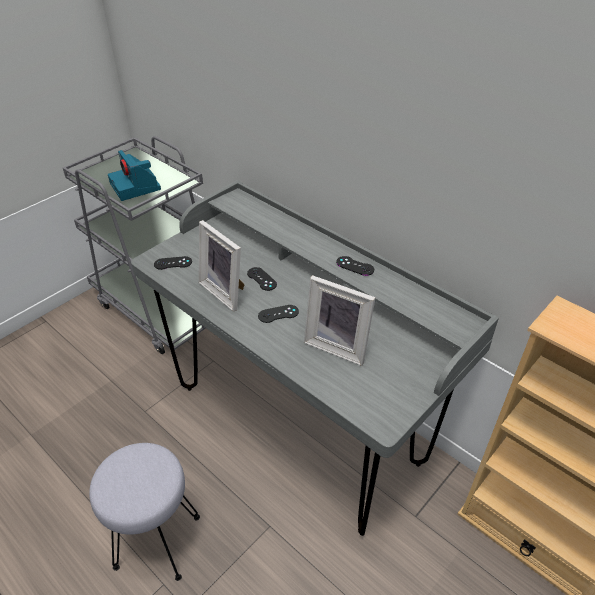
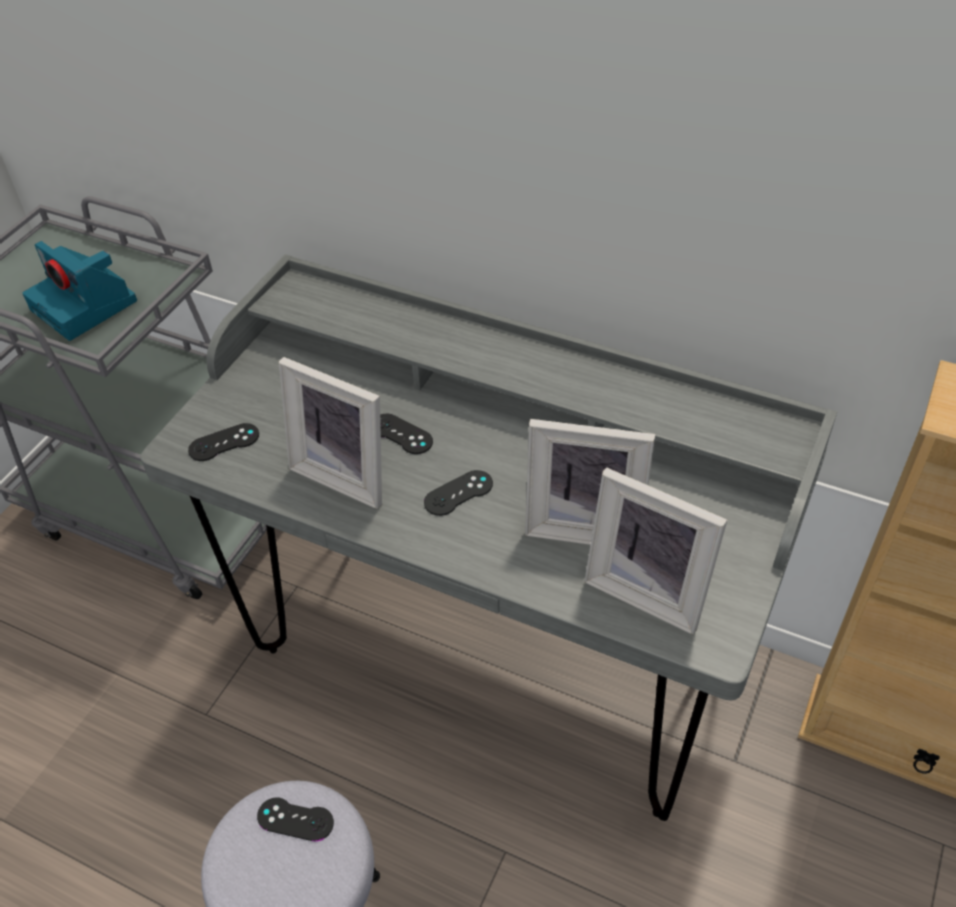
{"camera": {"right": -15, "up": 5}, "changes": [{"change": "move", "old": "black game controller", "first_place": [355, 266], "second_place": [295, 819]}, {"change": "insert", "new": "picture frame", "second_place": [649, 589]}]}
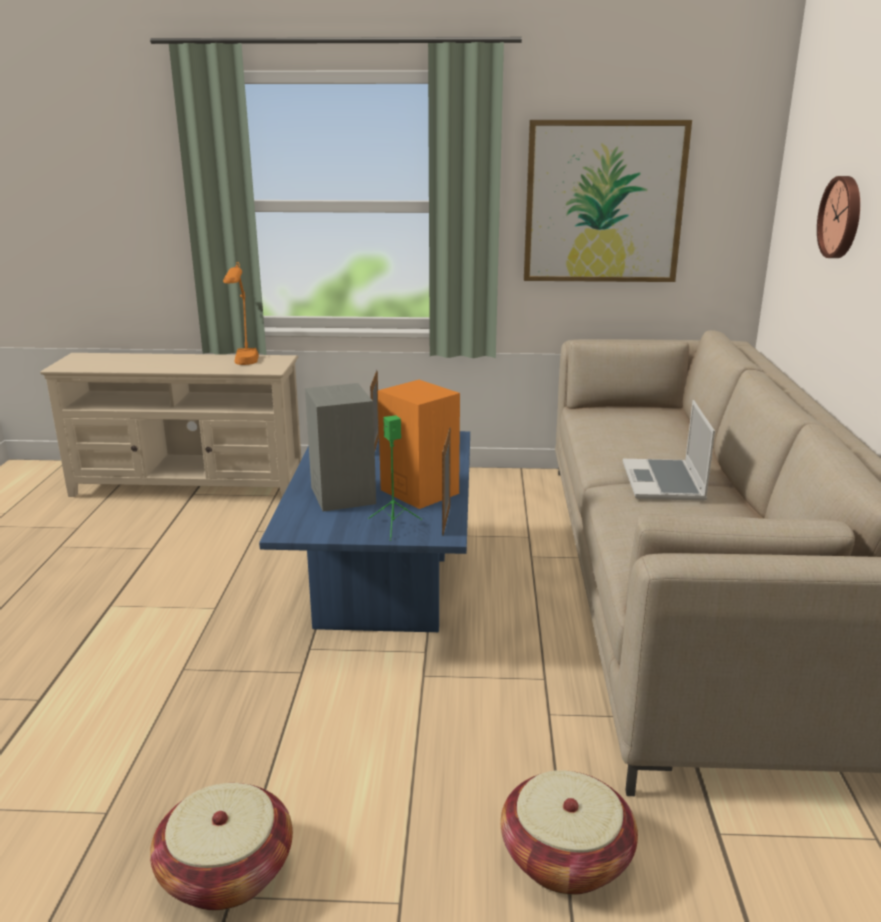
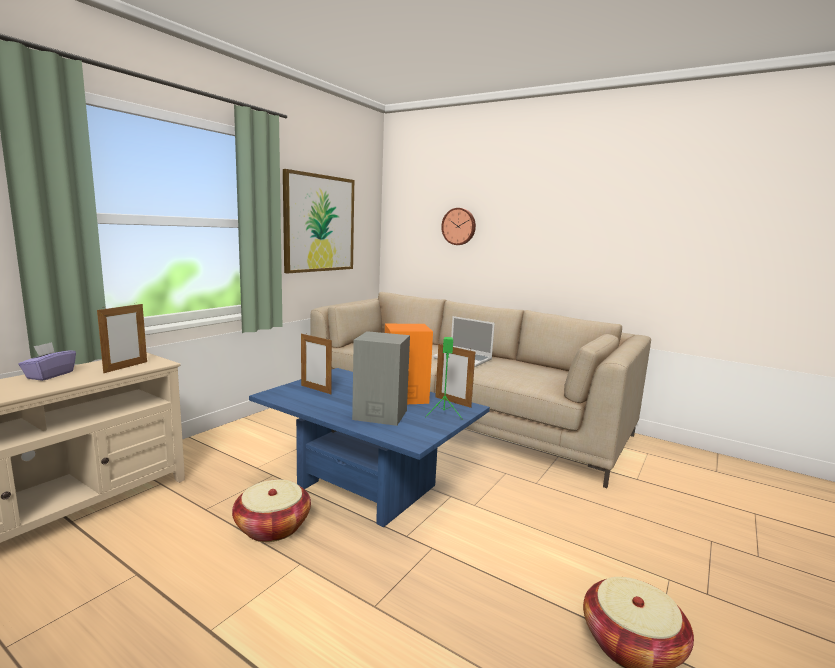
{"camera": {"right": -60, "up": -10}, "changes": [{"change": "replace", "old": "orange table lamp", "new": "picture frame", "first_place": [244, 366], "second_place": [126, 367]}, {"change": "move", "old": "basket", "first_place": [565, 857], "second_place": [272, 527]}, {"change": "insert", "new": "purple tissue box", "second_place": [49, 375]}]}
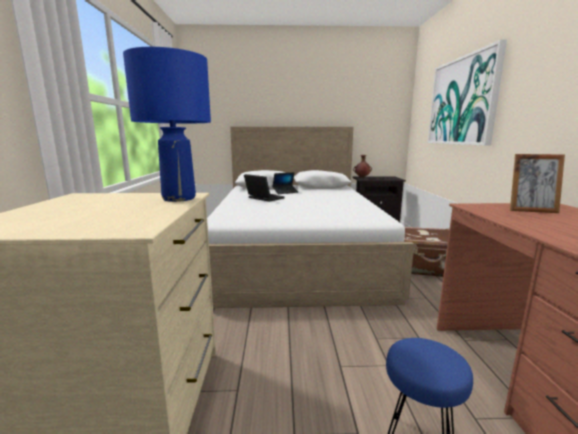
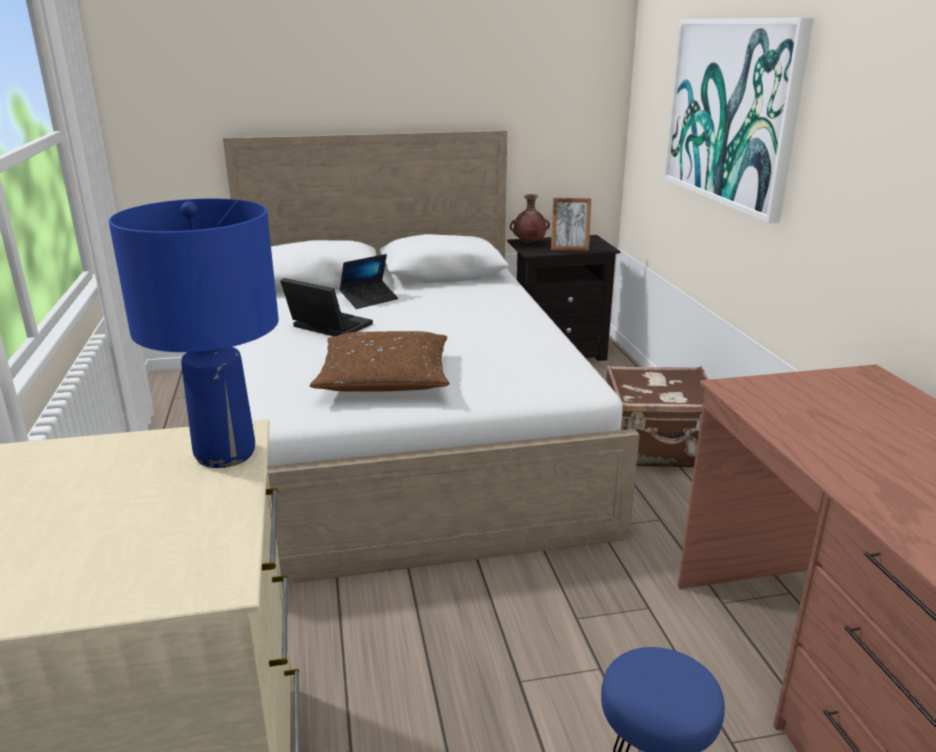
{"camera": {"right": -10, "up": 10}, "changes": [{"change": "move", "old": "picture frame", "first_place": [531, 210], "second_place": [569, 249]}, {"change": "insert", "new": "brown pillow", "second_place": [384, 378]}]}
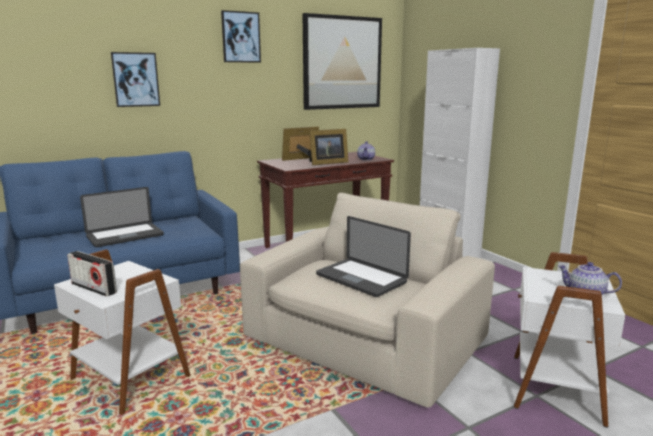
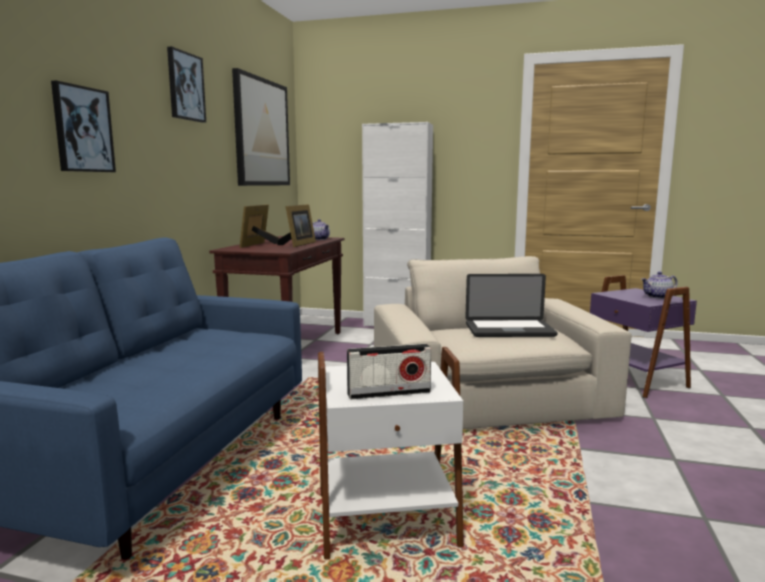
{"camera": {"right": -45, "up": -5}, "changes": [{"change": "delete", "old": "laptop", "first_place": [125, 236]}, {"change": "recolor", "old": "white side table", "new": "purple side table", "first_place": [553, 387], "second_place": [634, 380]}]}
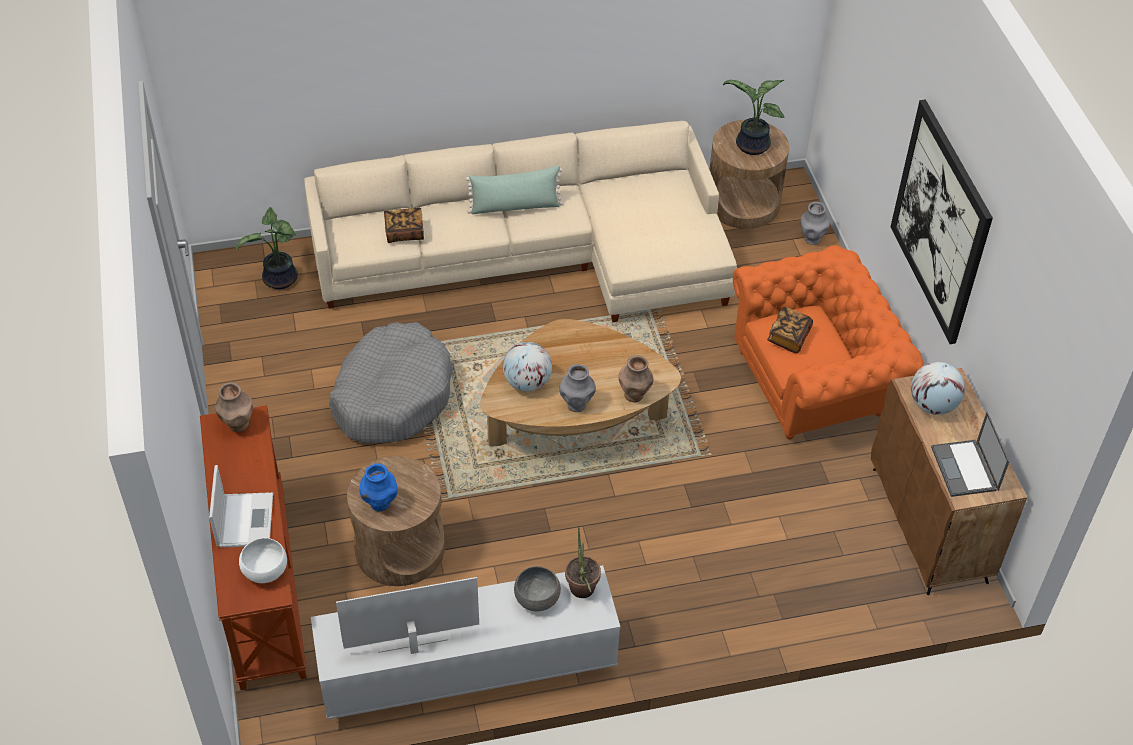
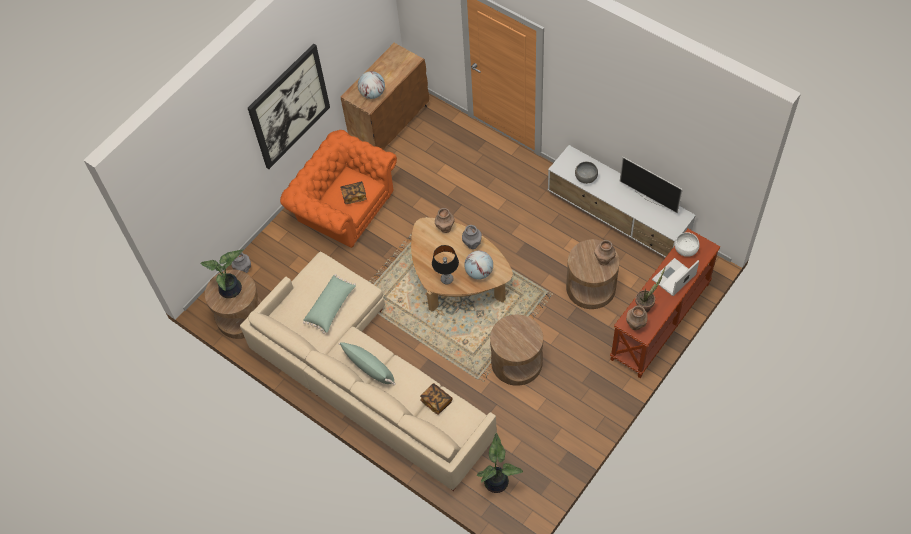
{"camera": {"right": -125, "up": 10}, "changes": [{"change": "replace", "old": "grey dog bed", "new": "brown side table", "first_place": [392, 395], "second_place": [516, 362]}, {"change": "recolor", "old": "blue vase", "new": "brown vase", "first_place": [380, 504], "second_place": [604, 260]}, {"change": "move", "old": "potted plant", "first_place": [582, 593], "second_place": [646, 305]}, {"change": "delete", "old": "laptop", "first_place": [965, 469]}, {"change": "insert", "new": "green pillow", "second_place": [331, 307]}, {"change": "insert", "new": "table lamp", "second_place": [447, 279]}]}
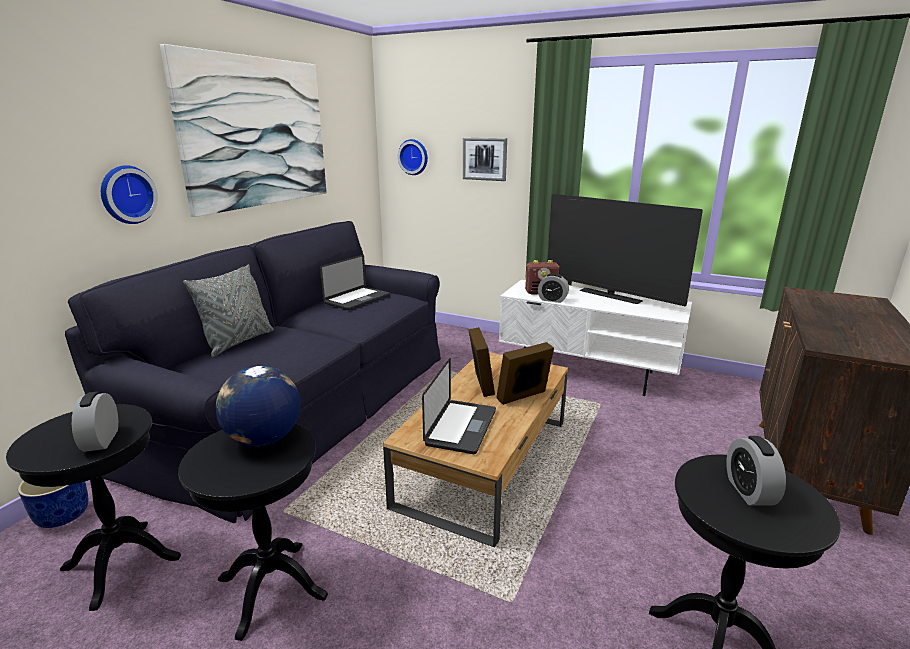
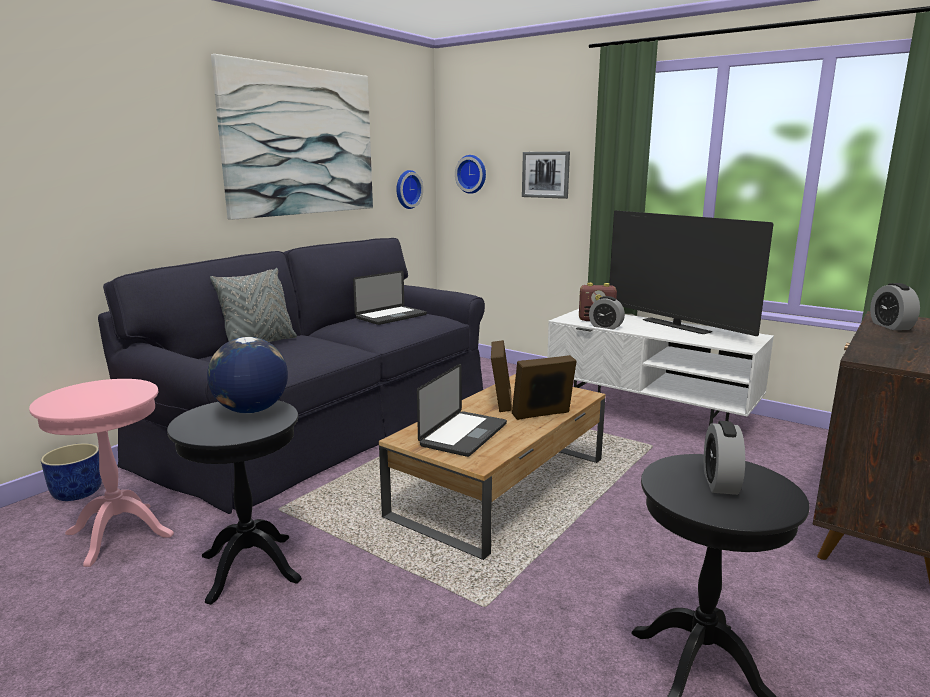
{"camera": {"right": 10, "up": -5}, "changes": [{"change": "recolor", "old": "black side table", "new": "pink side table", "first_place": [121, 563], "second_place": [119, 534]}, {"change": "move", "old": "alarm clock", "first_place": [101, 440], "second_place": [890, 326]}, {"change": "move", "old": "wall clock", "first_place": [126, 194], "second_place": [406, 189]}]}
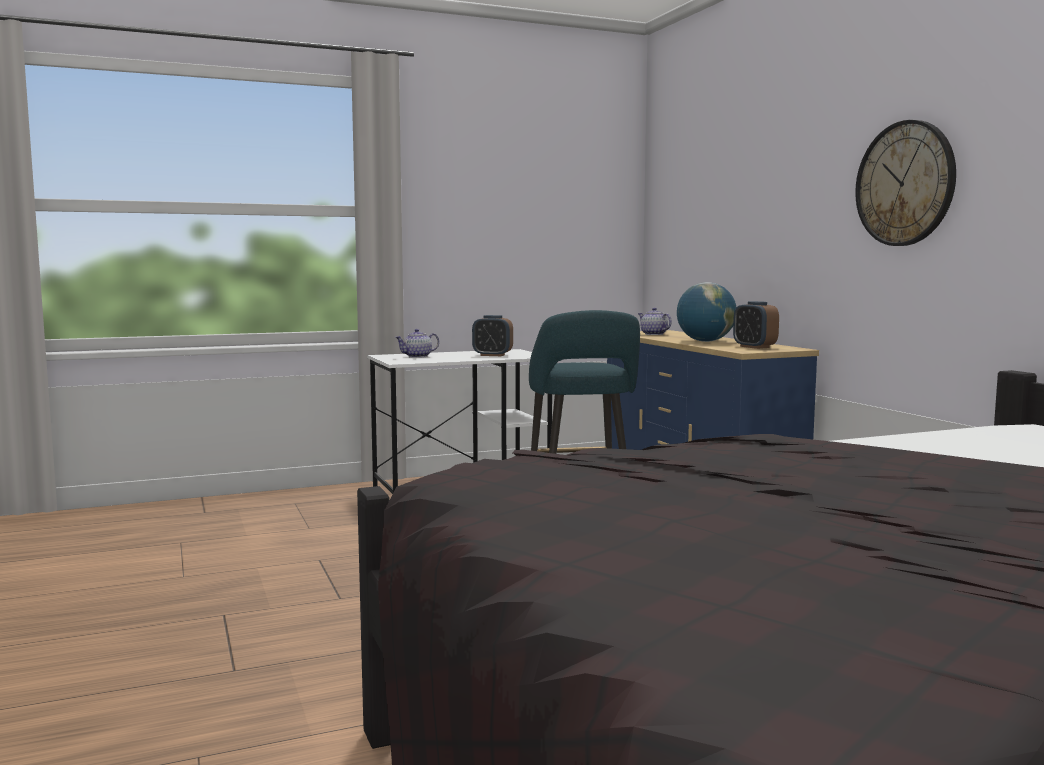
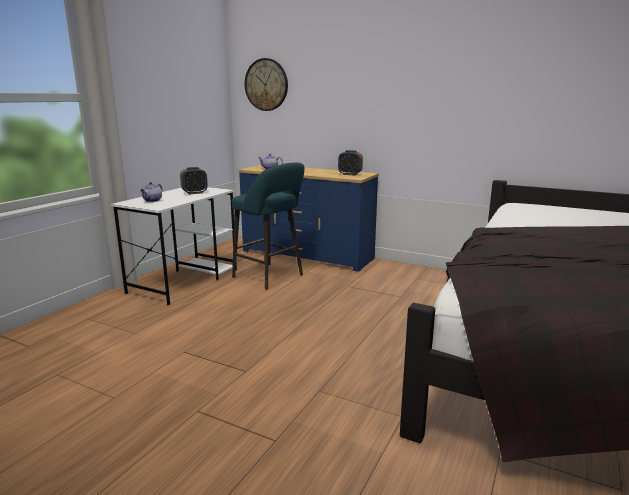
{"camera": {"right": -40, "up": 10}, "changes": [{"change": "delete", "old": "globe", "first_place": [705, 341]}, {"change": "move", "old": "wall clock", "first_place": [905, 184], "second_place": [266, 85]}]}
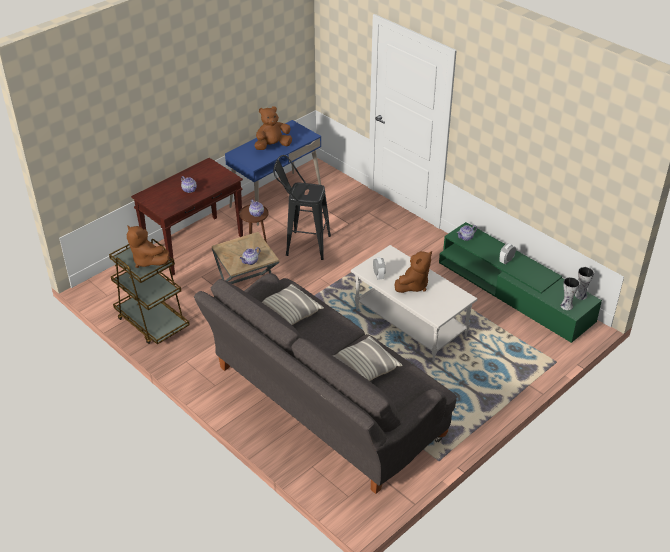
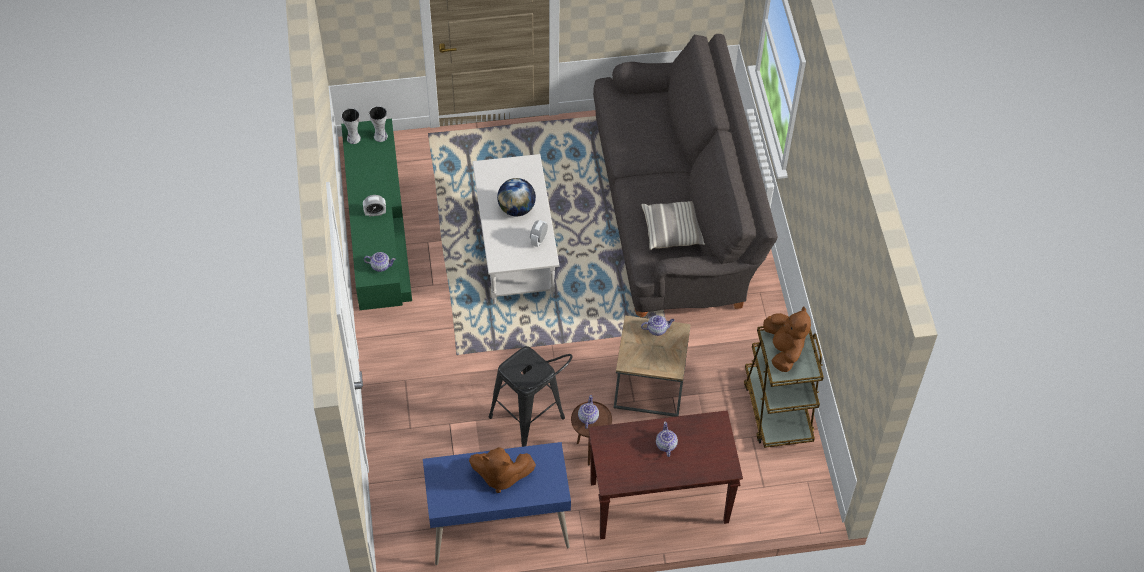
{"camera": {"right": -145, "up": 15}, "changes": [{"change": "delete", "old": "pillow", "first_place": [365, 368]}, {"change": "replace", "old": "brown plush toy", "new": "globe", "first_place": [413, 285], "second_place": [517, 208]}]}
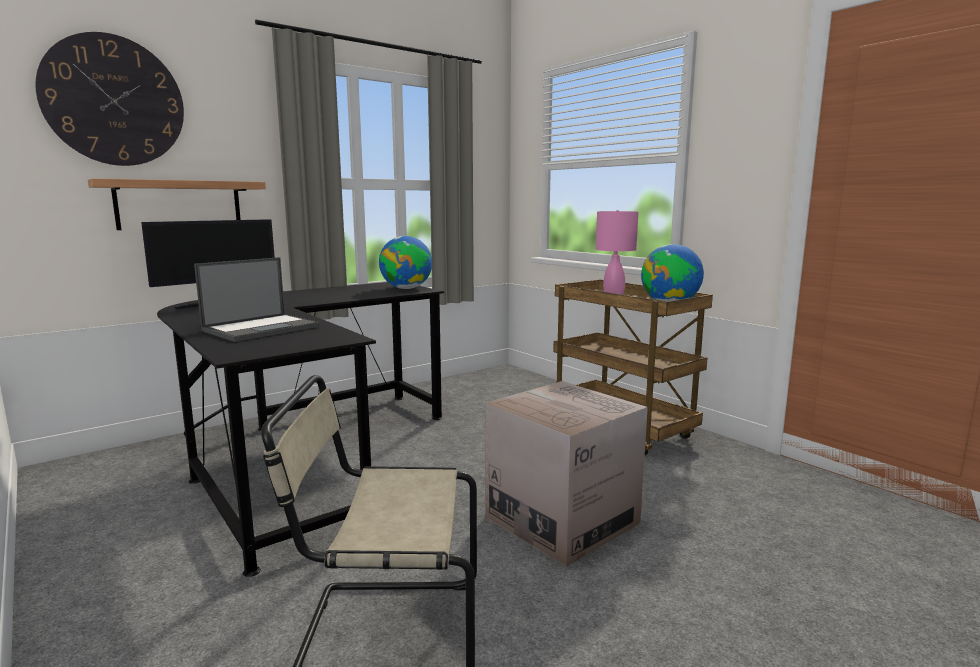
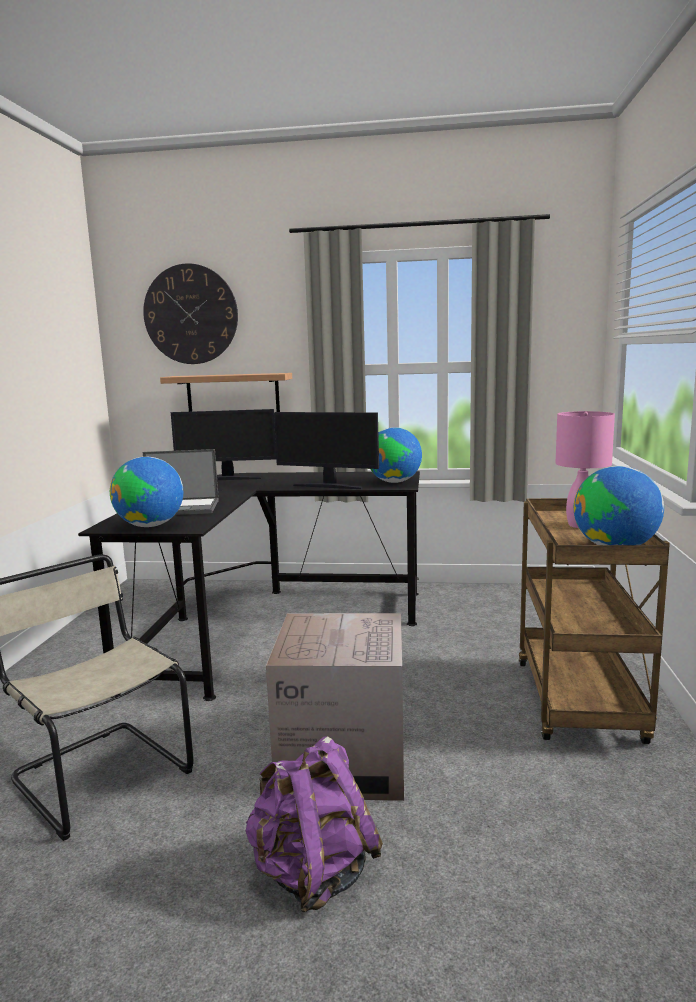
{"camera": {"right": 45, "up": 0}, "changes": [{"change": "insert", "new": "globe", "second_place": [150, 526]}, {"change": "insert", "new": "purple backpack", "second_place": [312, 874]}, {"change": "insert", "new": "monitor", "second_place": [328, 486]}]}
